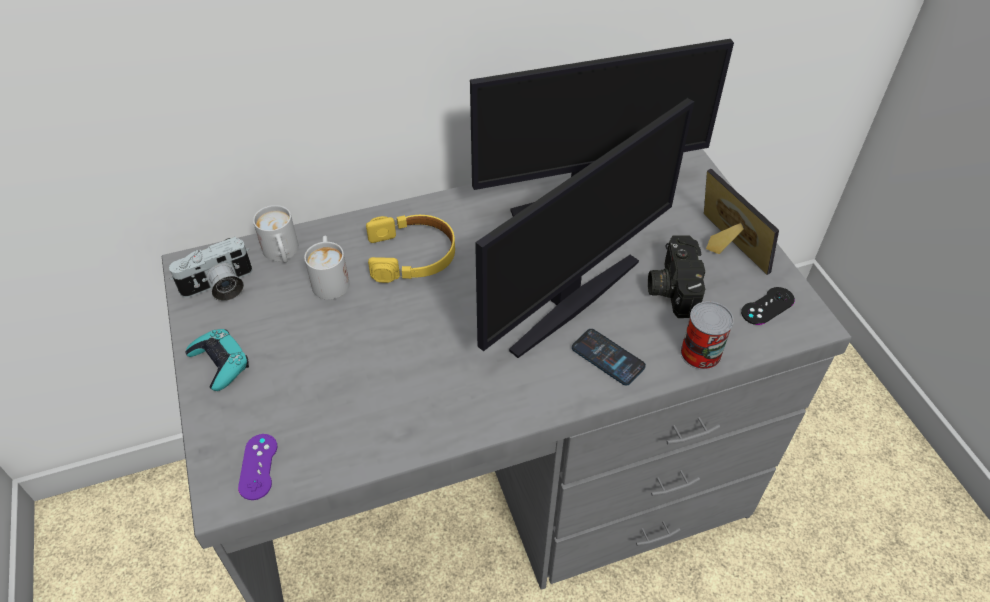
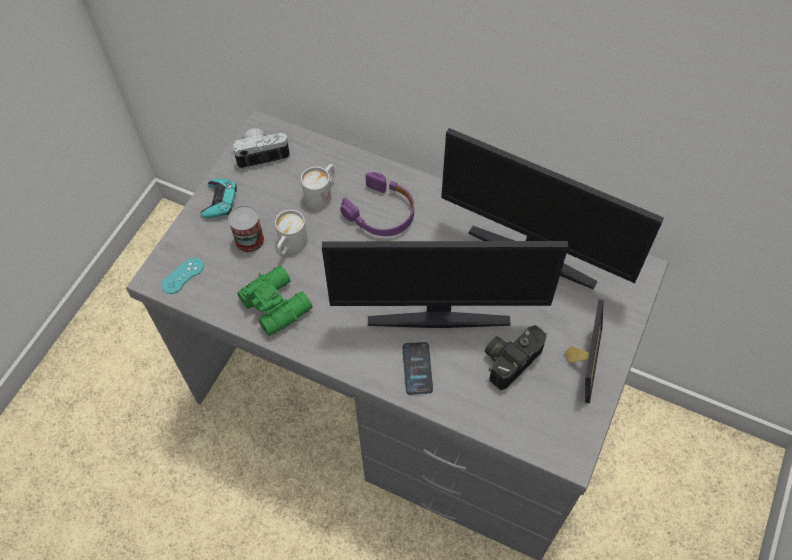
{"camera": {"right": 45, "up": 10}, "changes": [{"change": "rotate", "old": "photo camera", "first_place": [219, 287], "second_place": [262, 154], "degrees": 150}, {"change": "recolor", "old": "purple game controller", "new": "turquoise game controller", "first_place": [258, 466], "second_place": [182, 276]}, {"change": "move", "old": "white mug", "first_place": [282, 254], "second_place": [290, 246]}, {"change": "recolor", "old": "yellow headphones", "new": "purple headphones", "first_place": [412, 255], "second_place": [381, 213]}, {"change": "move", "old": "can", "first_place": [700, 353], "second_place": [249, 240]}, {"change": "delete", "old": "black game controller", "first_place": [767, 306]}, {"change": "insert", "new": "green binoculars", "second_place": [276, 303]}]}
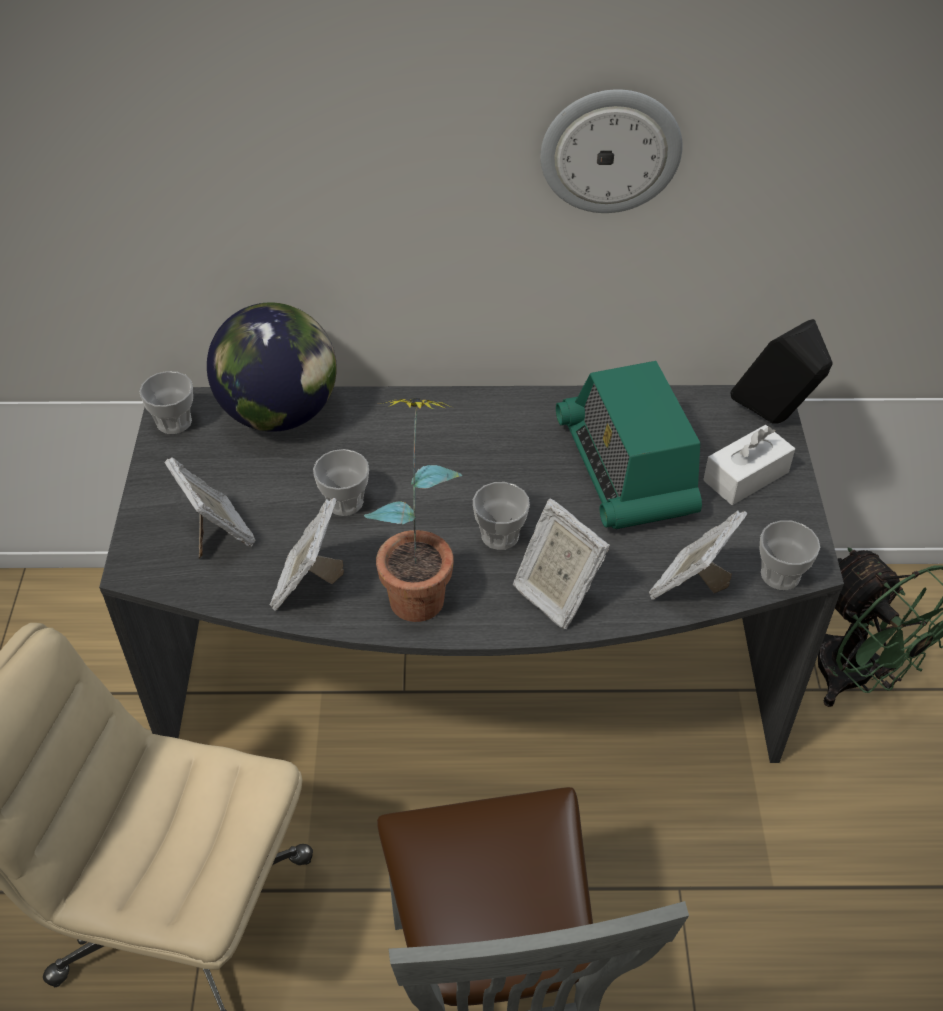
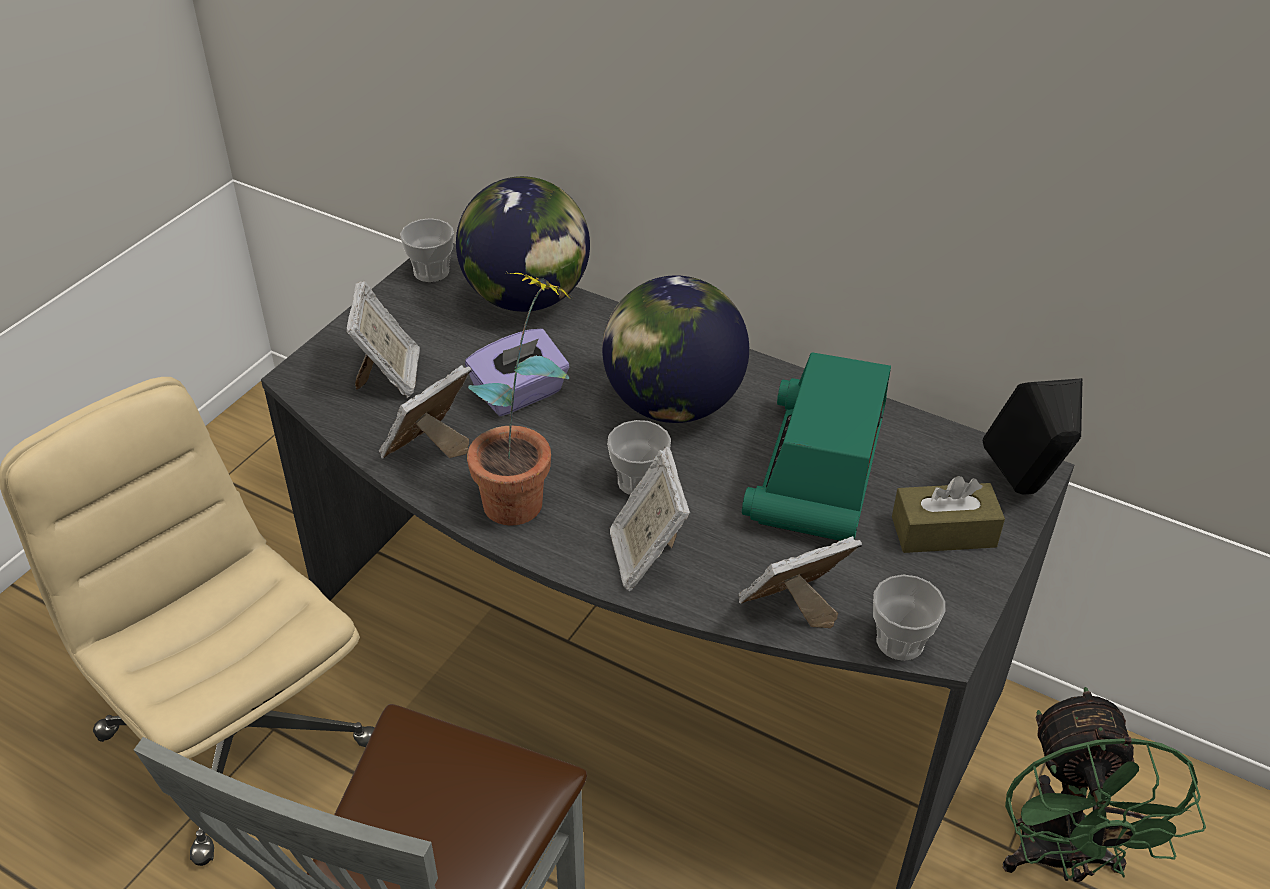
{"camera": {"right": 30, "up": -5}, "changes": [{"change": "replace", "old": "cup", "new": "purple tissue box", "first_place": [344, 502], "second_place": [520, 394]}, {"change": "delete", "old": "wall clock", "first_place": [610, 150]}, {"change": "recolor", "old": "white tissue box", "new": "brown tissue box", "first_place": [746, 476], "second_place": [943, 532]}, {"change": "insert", "new": "globe", "second_place": [672, 404]}]}
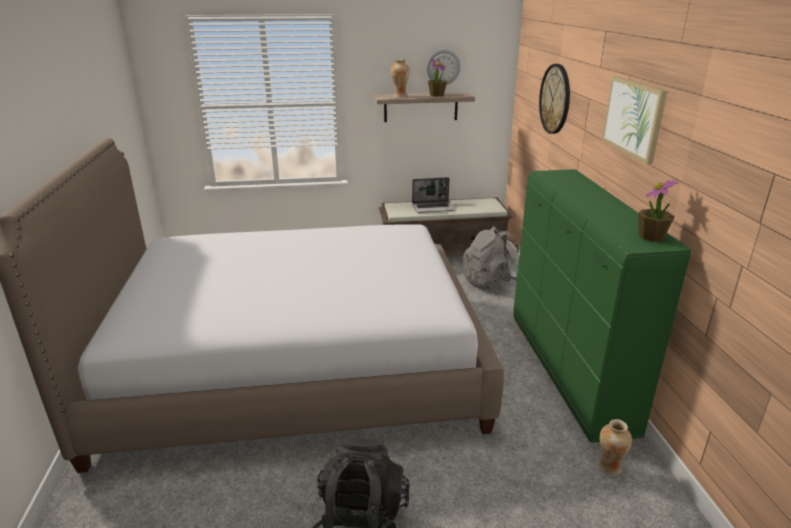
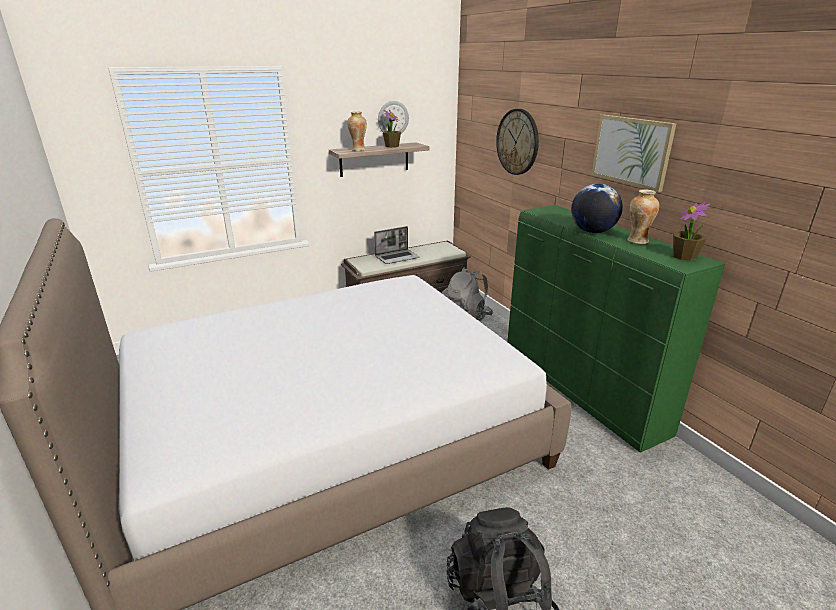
{"camera": {"right": -20, "up": 0}, "changes": [{"change": "move", "old": "vase", "first_place": [609, 467], "second_place": [637, 241]}, {"change": "insert", "new": "globe", "second_place": [592, 231]}]}
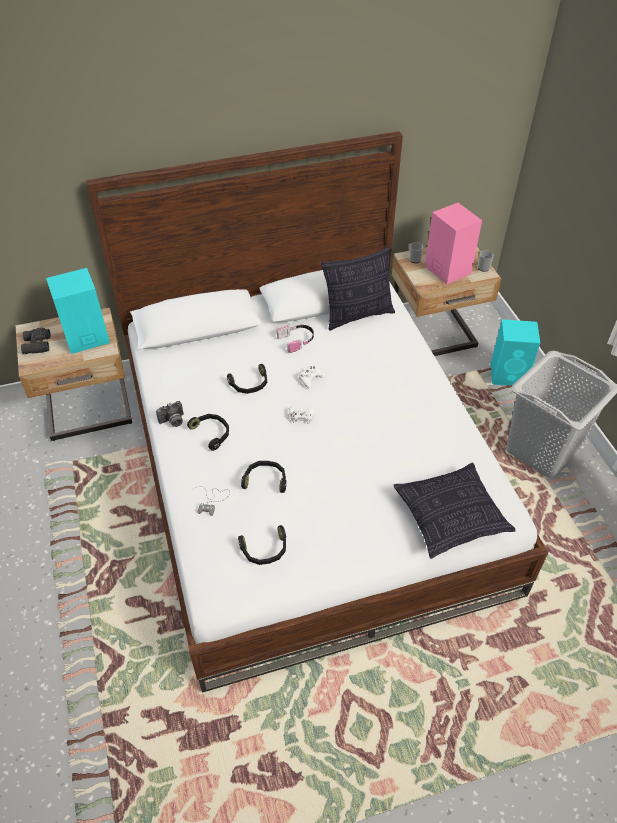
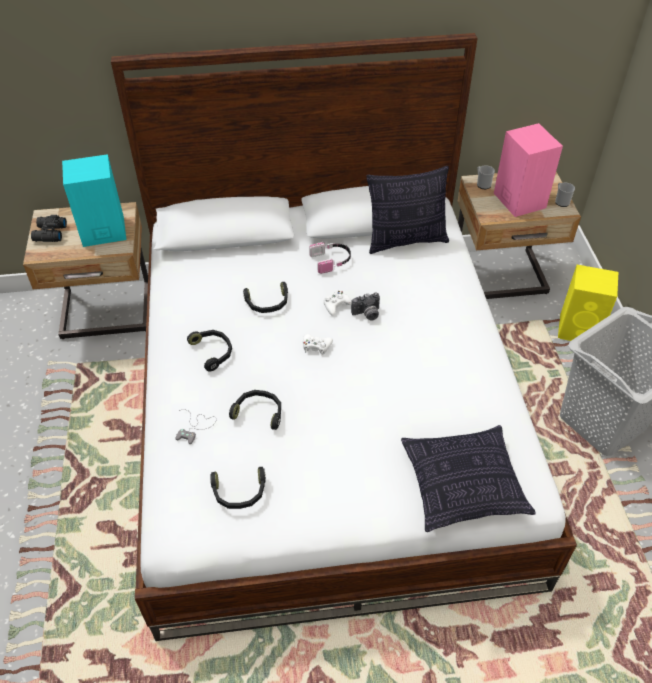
{"camera": {"right": 10, "up": 0}, "changes": [{"change": "move", "old": "photo camera", "first_place": [173, 421], "second_place": [367, 314]}, {"change": "recolor", "old": "turquoise speaker", "new": "yellow speaker", "first_place": [509, 375], "second_place": [580, 330]}]}
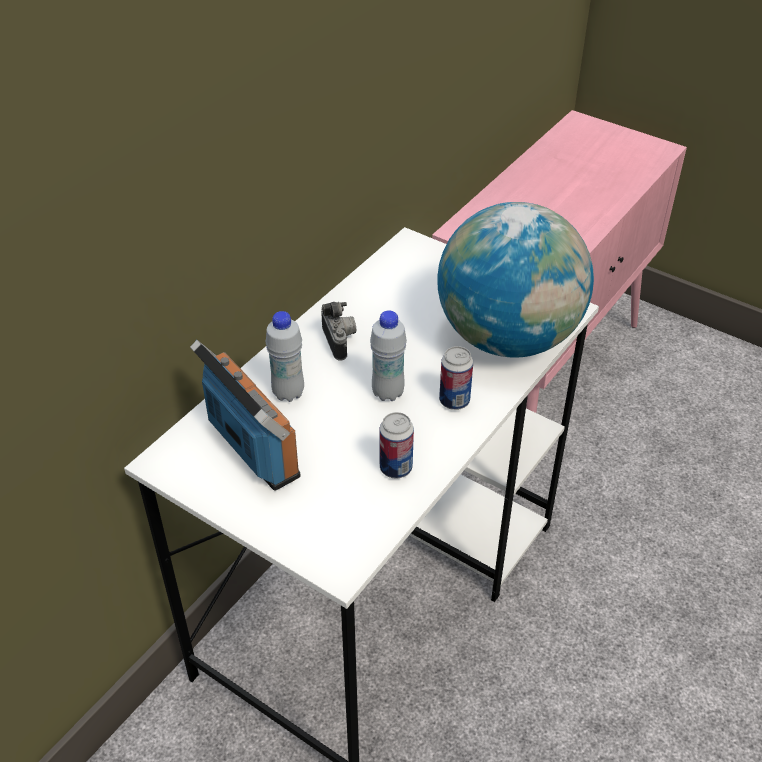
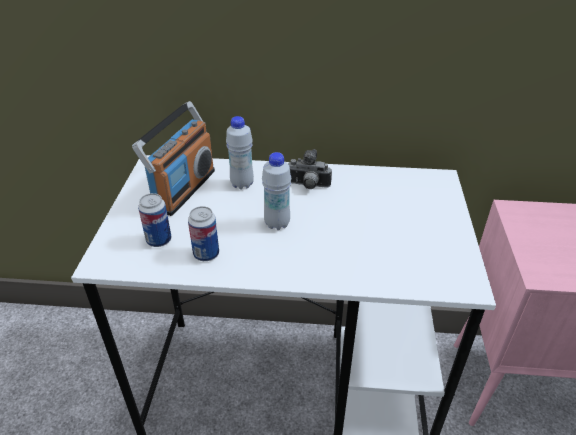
{"camera": {"right": 60, "up": -5}, "changes": [{"change": "rotate", "old": "photo camera", "first_place": [340, 341], "second_place": [308, 186], "degrees": 60}, {"change": "delete", "old": "globe", "first_place": [508, 338]}, {"change": "move", "old": "can", "first_place": [454, 401], "second_place": [159, 240]}]}
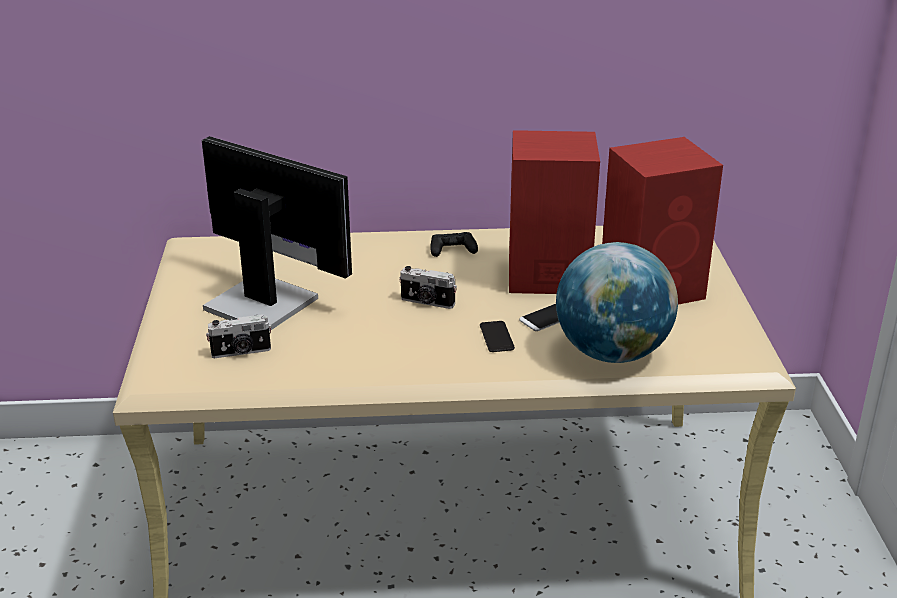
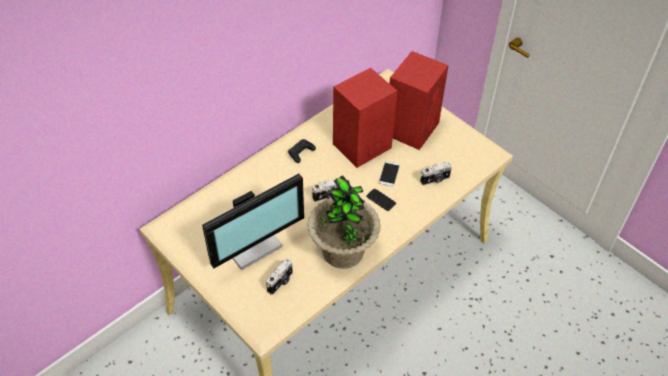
{"camera": {"right": -40, "up": 20}, "changes": [{"change": "rotate", "old": "monitor", "first_place": [263, 301], "second_place": [251, 243], "degrees": 150}, {"change": "replace", "old": "globe", "new": "photo camera", "first_place": [612, 353], "second_place": [435, 180]}, {"change": "insert", "new": "potted plant", "second_place": [343, 252]}]}
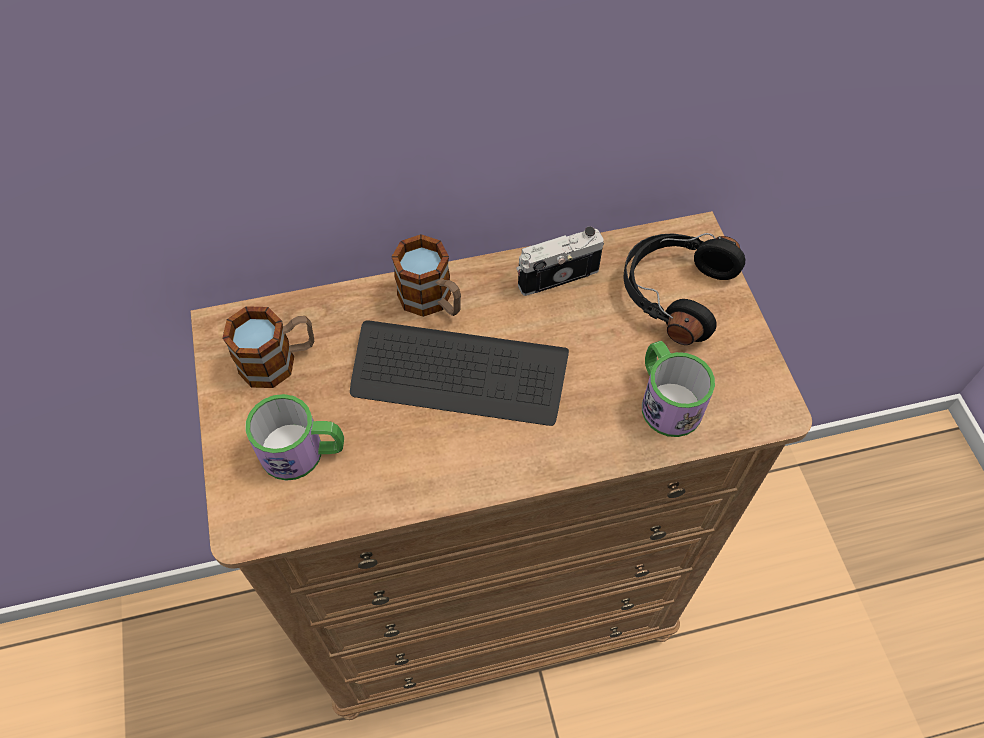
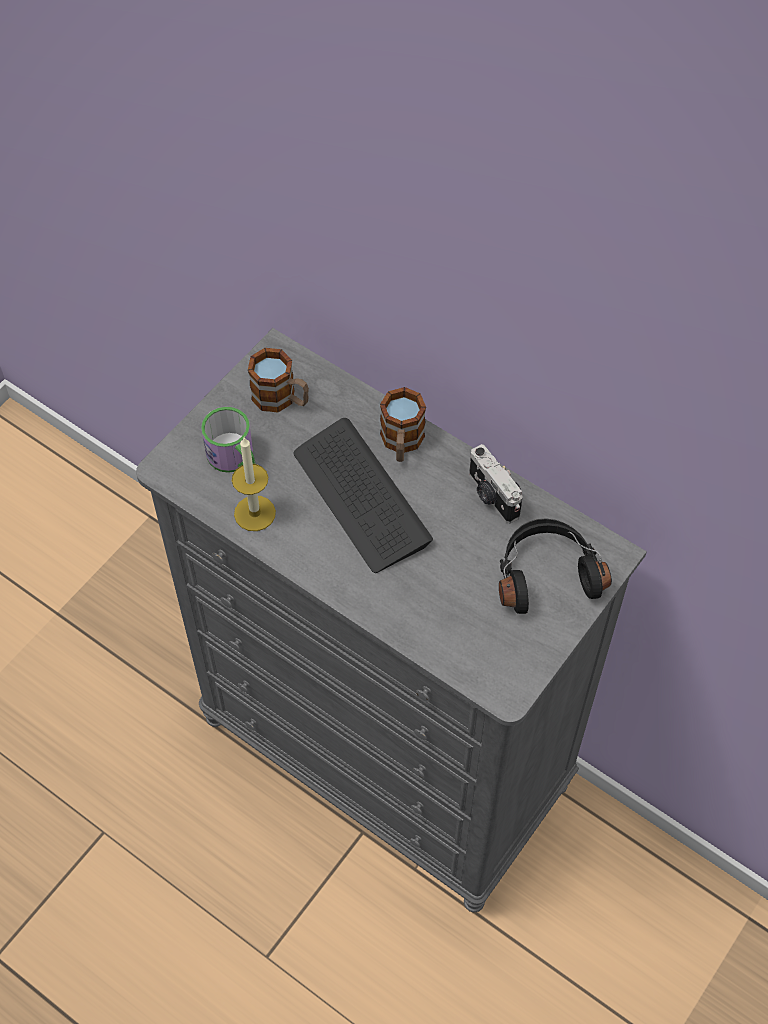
{"camera": {"right": 50, "up": 0}, "changes": [{"change": "recolor", "old": "brown dresser", "new": "grey dresser", "first_place": [492, 600], "second_place": [386, 754]}, {"change": "rotate", "old": "photo camera", "first_place": [557, 275], "second_place": [491, 496], "degrees": -150}, {"change": "delete", "old": "mug", "first_place": [666, 400]}, {"change": "insert", "new": "candle", "second_place": [254, 513]}]}
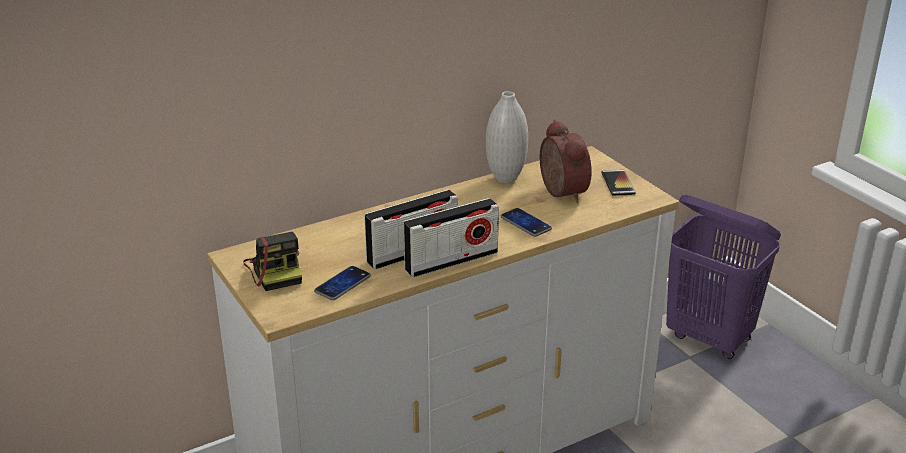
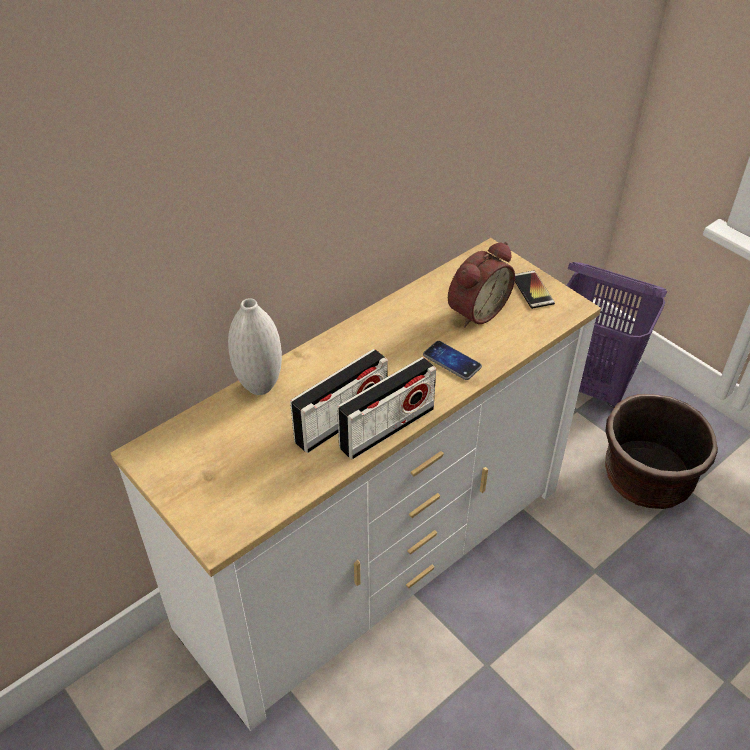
{"camera": {"right": -10, "up": 15}, "changes": [{"change": "delete", "old": "photo camera", "first_place": [276, 270]}, {"change": "delete", "old": "phone", "first_place": [342, 284]}, {"change": "move", "old": "white vase", "first_place": [505, 178], "second_place": [260, 386]}, {"change": "rotate", "old": "alarm clock", "first_place": [559, 192], "second_place": [475, 310], "degrees": 75}, {"change": "insert", "new": "brown planter", "second_place": [646, 478]}]}
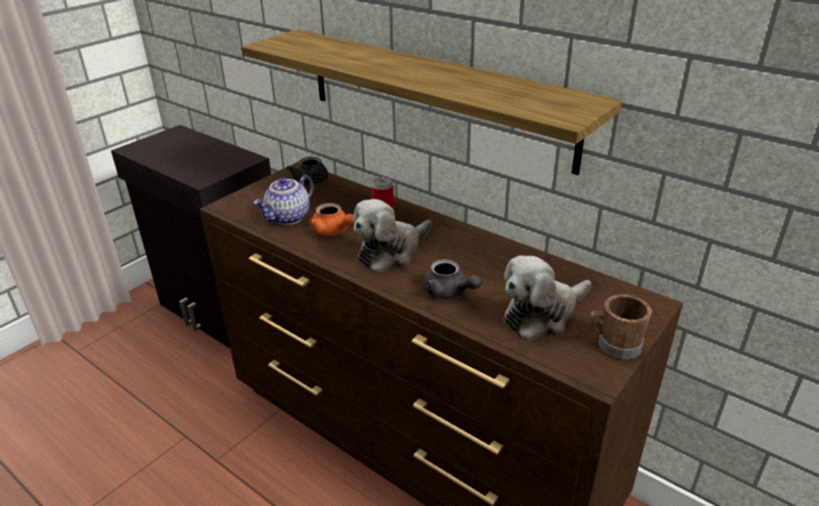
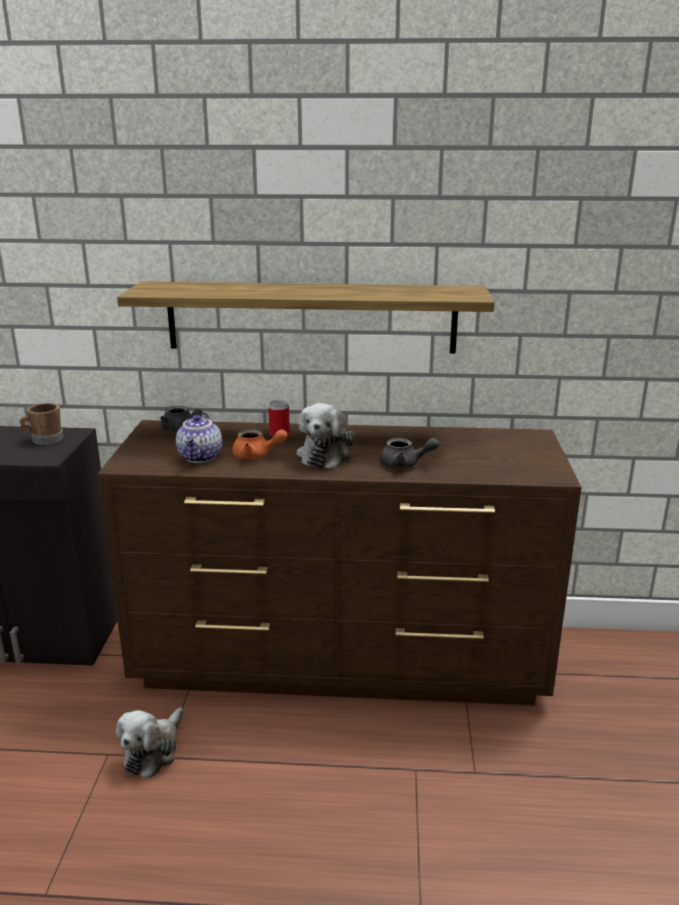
{"camera": {"right": -35, "up": -10}, "changes": [{"change": "move", "old": "plush toy", "first_place": [542, 314], "second_place": [153, 751]}, {"change": "move", "old": "brown mug", "first_place": [614, 345], "second_place": [44, 440]}]}
